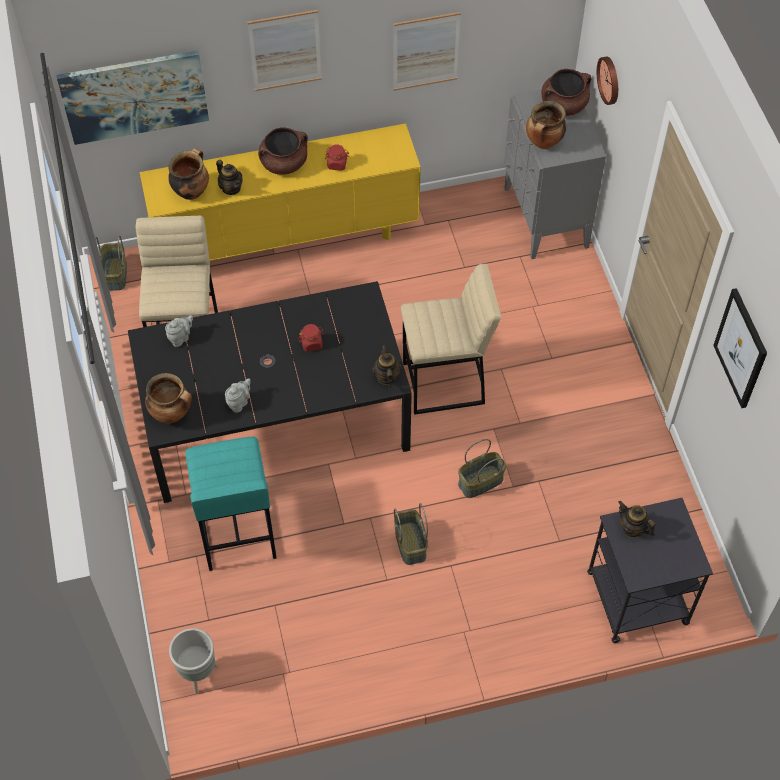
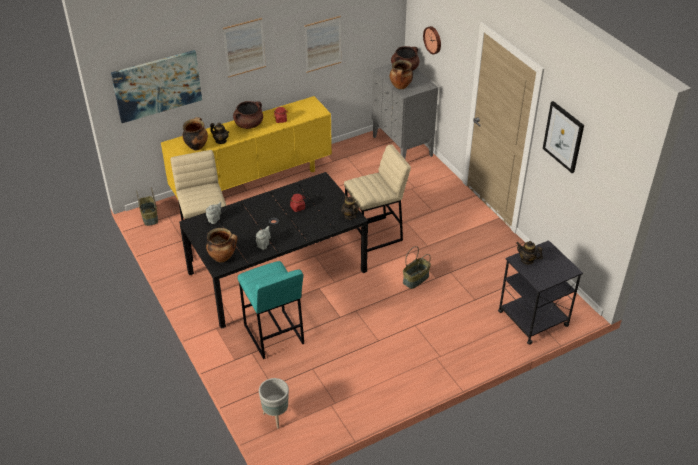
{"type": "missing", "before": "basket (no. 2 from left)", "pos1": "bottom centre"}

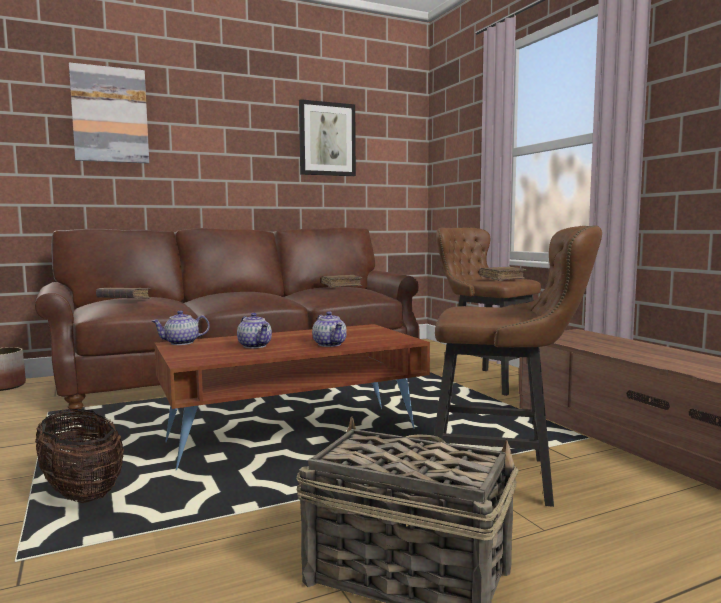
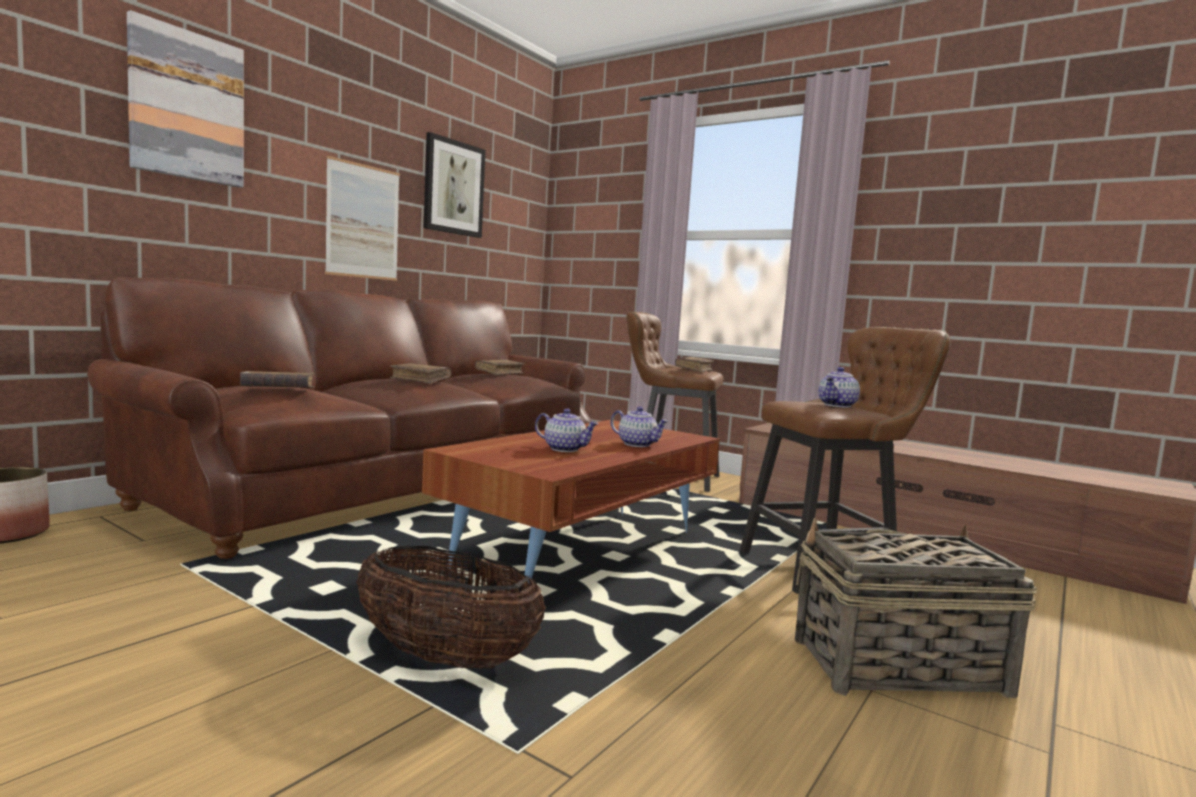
{"type": "appeared", "after": "picture (no. 2 from left)", "pos2": "top left"}
{"type": "appeared", "after": "brown book (no. 2 from left)", "pos2": "centre"}
{"type": "relocated", "before": "teapot (no. 1 from left in the first image)", "after": "teapot (no. 3 from left)", "pos1": "middle left", "pos2": "middle right"}

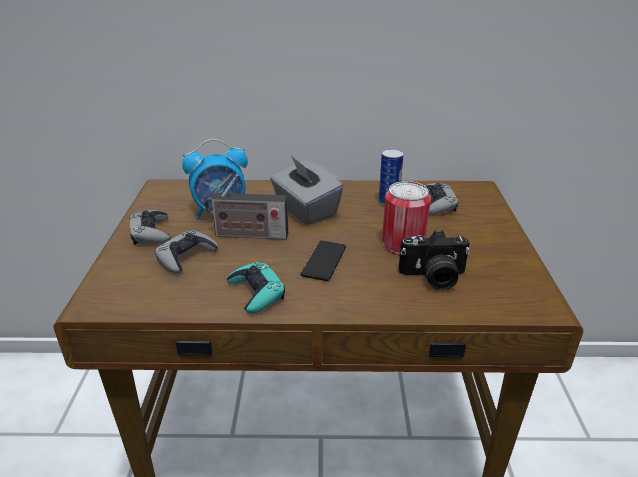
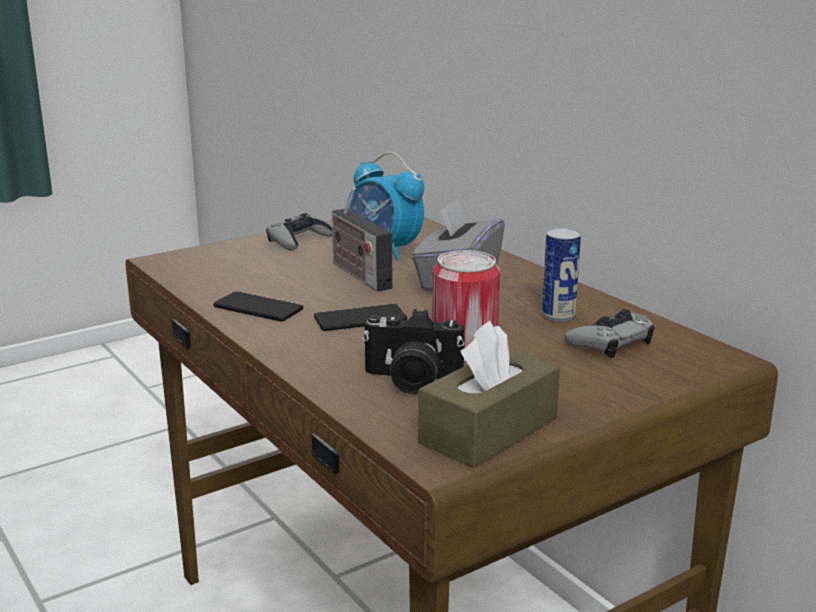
{"type": "exchanged", "before": "turquoise game controller", "after": "phone (no. 1 from left)", "pos1": "centre", "pos2": "middle left"}
{"type": "spun", "before": "photo camera", "pos1": "middle right", "pos2": "centre", "turn": -45}
{"type": "appeared", "after": "brown tissue box", "pos2": "centre"}
{"type": "missing", "before": "grey game controller (no. 2 from left)", "pos1": "middle left"}

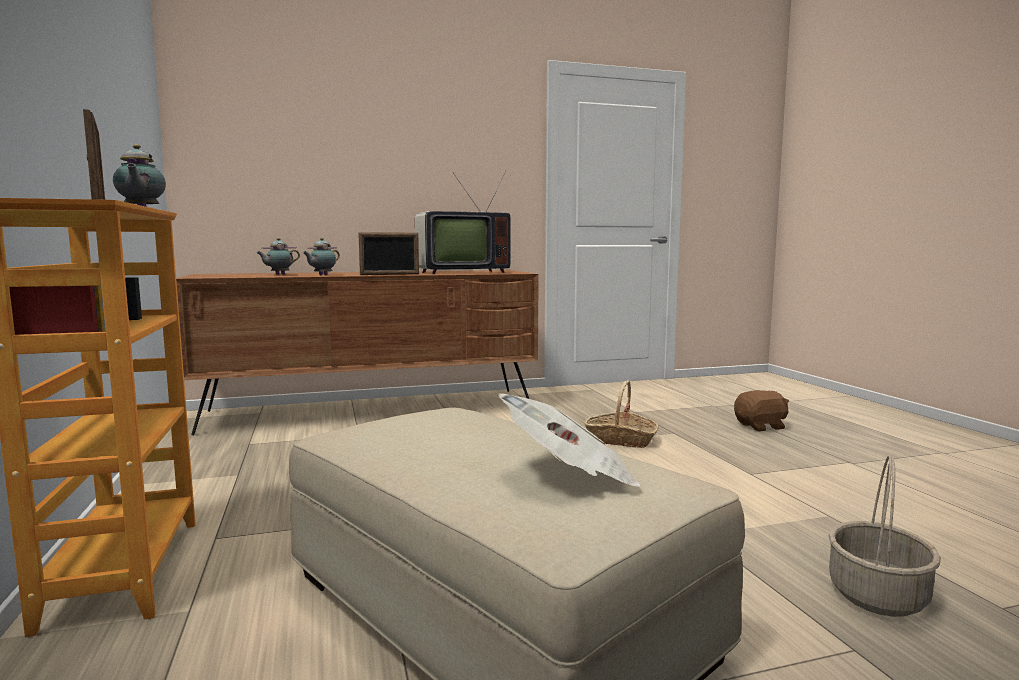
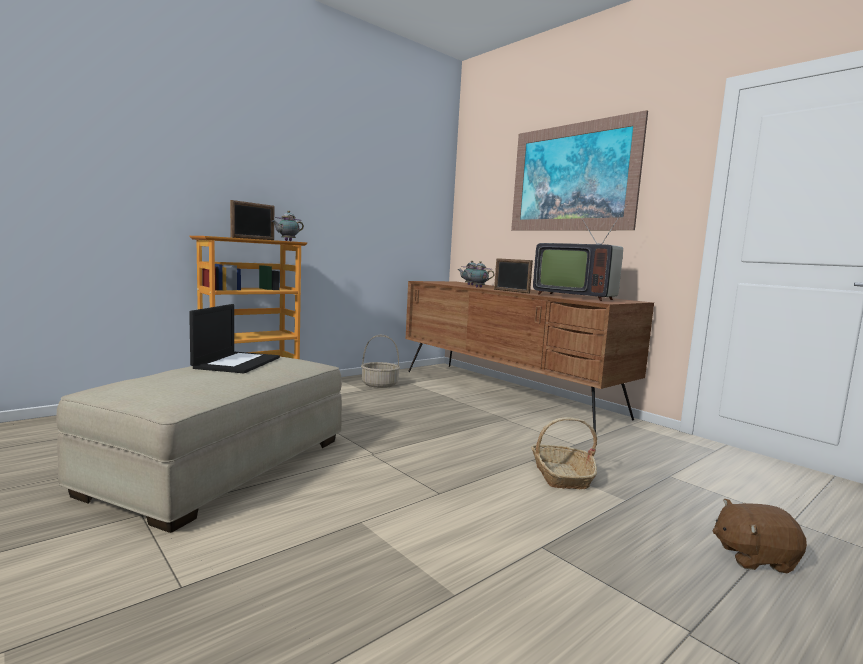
{"type": "appeared", "after": "laptop", "pos2": "middle left"}
{"type": "relocated", "before": "basket (no. 2 from left in the first image)", "after": "basket (no. 1 from left)", "pos1": "bottom right", "pos2": "centre"}
{"type": "appeared", "after": "picture", "pos2": "top right"}
{"type": "spun", "before": "brown plush toy", "pos1": "middle right", "pos2": "bottom right", "turn": 135}
{"type": "missing", "before": "newspaper", "pos1": "centre"}

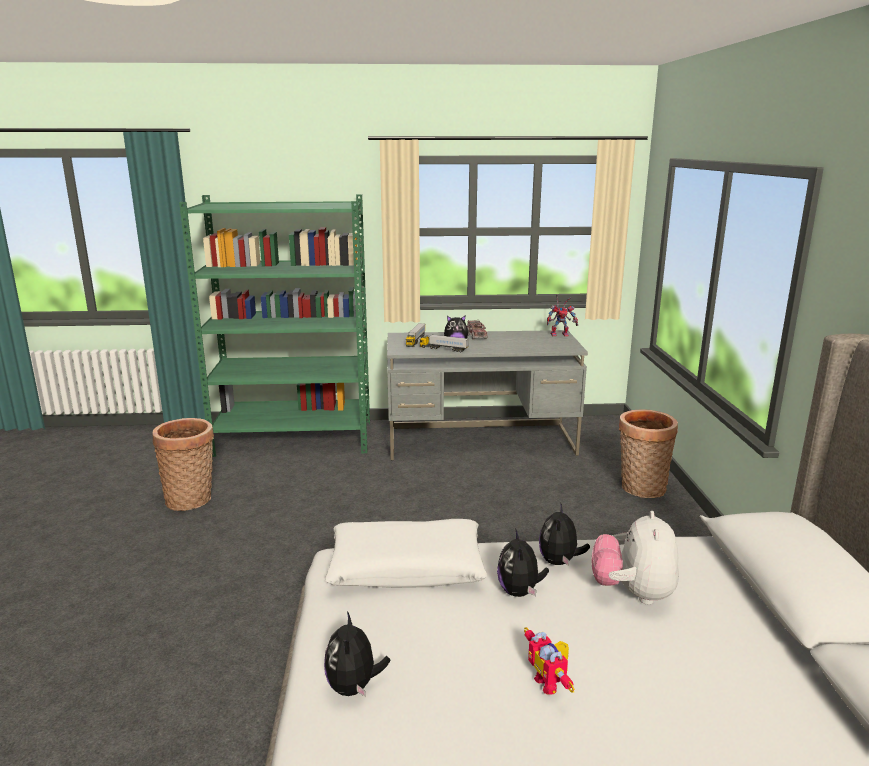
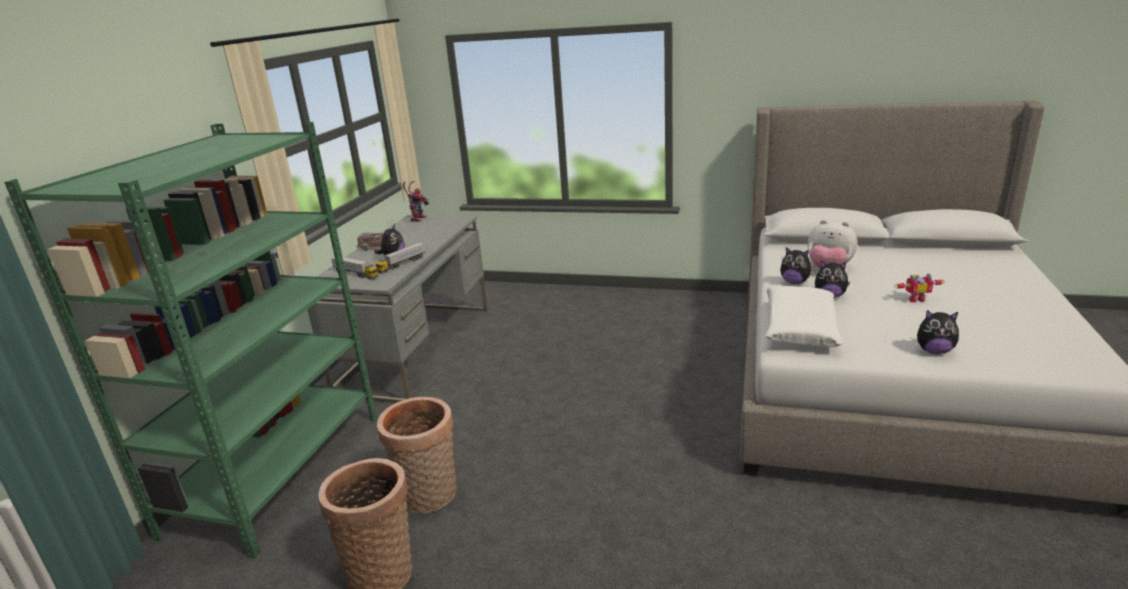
{"type": "relocated", "before": "basket (no. 2 from left)", "pos1": "middle right", "pos2": "bottom centre"}

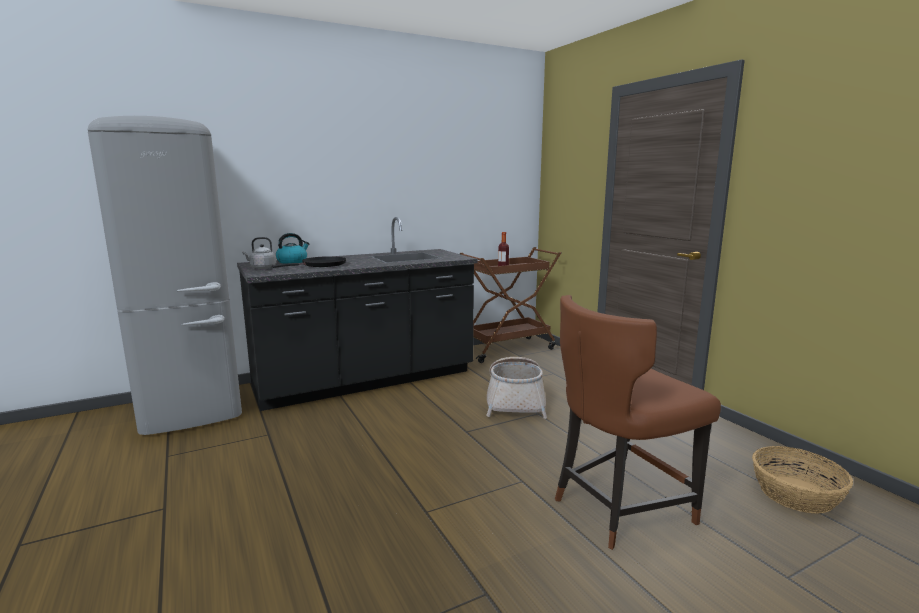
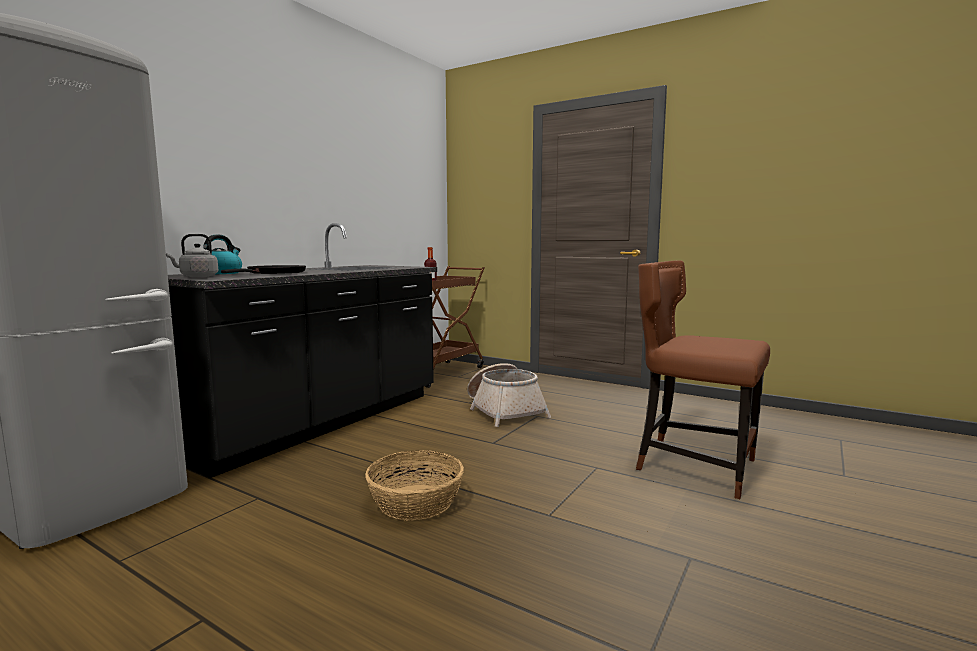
{"type": "relocated", "before": "basket (no. 2 from left in the first image)", "after": "basket (no. 1 from left)", "pos1": "bottom right", "pos2": "bottom centre"}
{"type": "spun", "before": "brown chair", "pos1": "bottom right", "pos2": "middle right", "turn": 90}

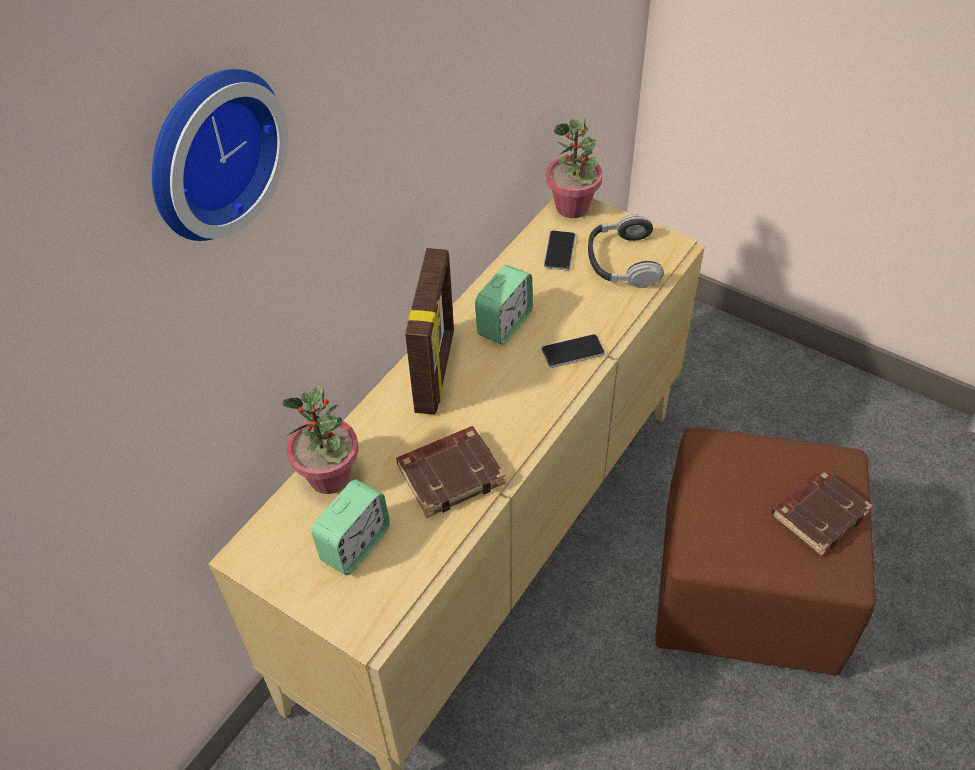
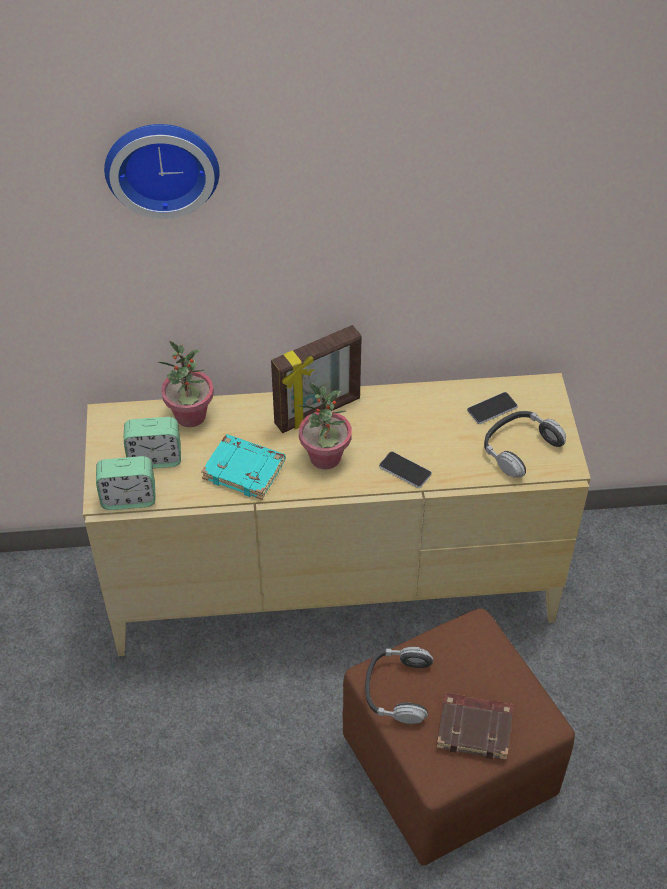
{"type": "relocated", "before": "alarm clock (no. 2 from left in the first image)", "after": "alarm clock (no. 1 from left)", "pos1": "centre", "pos2": "middle left"}
{"type": "colour", "before": "brown book (no. 1 from left)", "after": "turquoise book", "pos1": "centre", "pos2": "centre"}
{"type": "relocated", "before": "potted plant (no. 2 from left)", "pos1": "top centre", "pos2": "centre"}
{"type": "appeared", "after": "headphones (no. 1 from left)", "pos2": "bottom centre"}

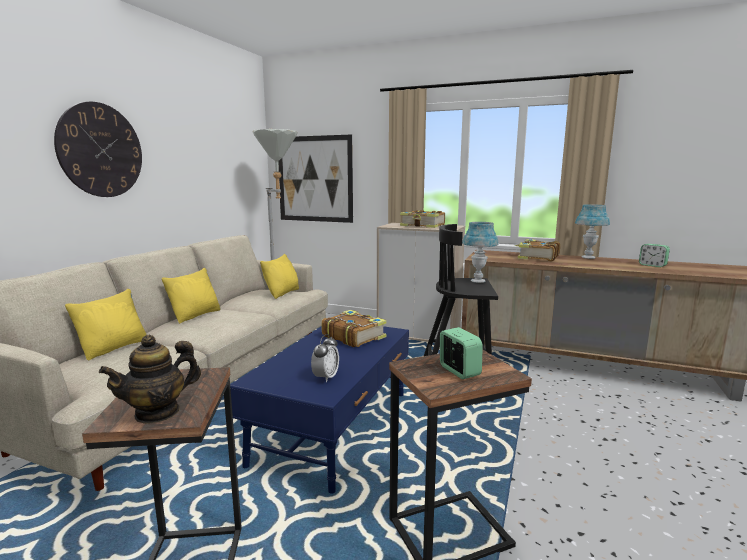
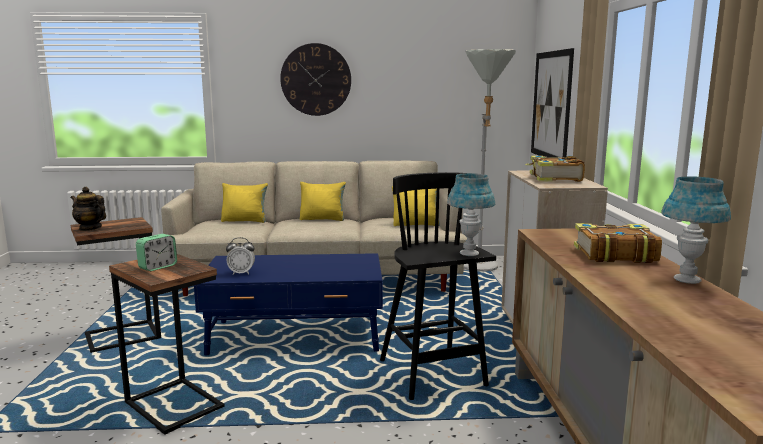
{"type": "missing", "before": "book (no. 1 from left)", "pos1": "centre"}
{"type": "missing", "before": "alarm clock (no. 3 from left)", "pos1": "middle right"}

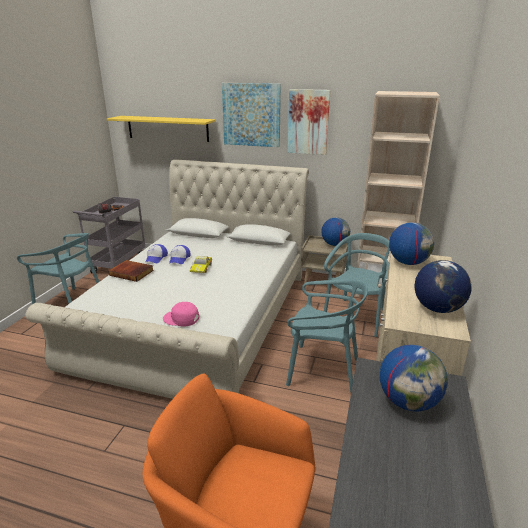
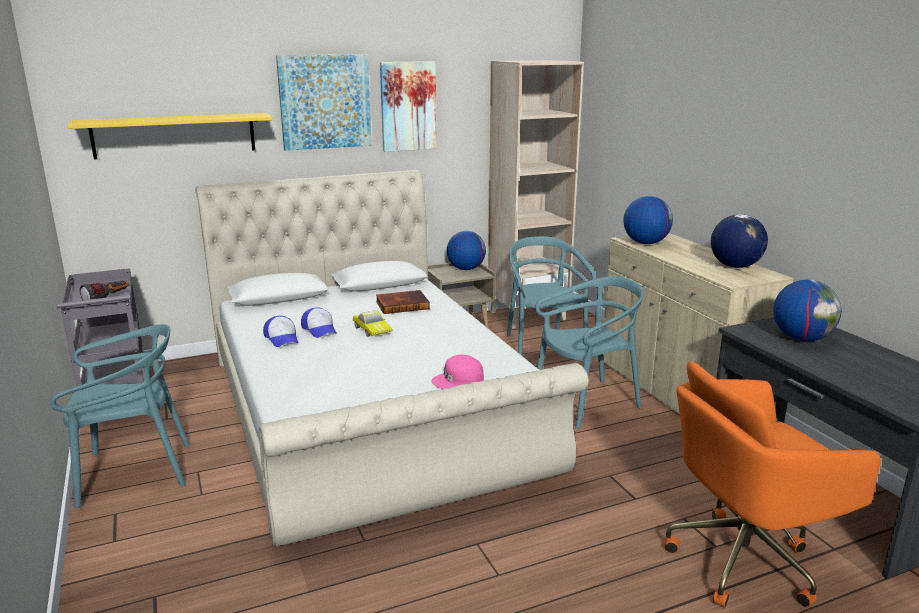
{"type": "relocated", "before": "book", "pos1": "middle left", "pos2": "centre"}

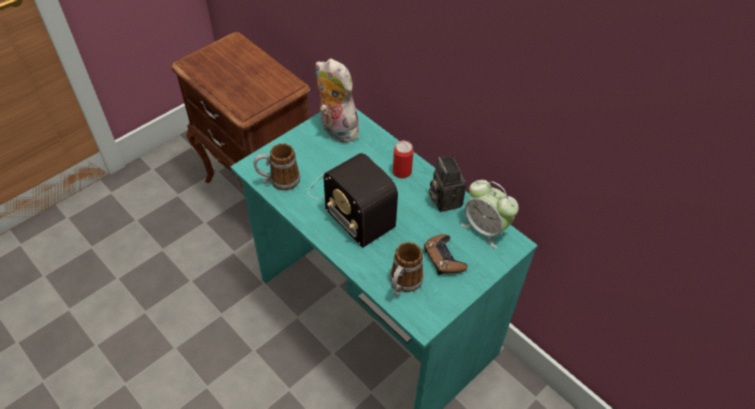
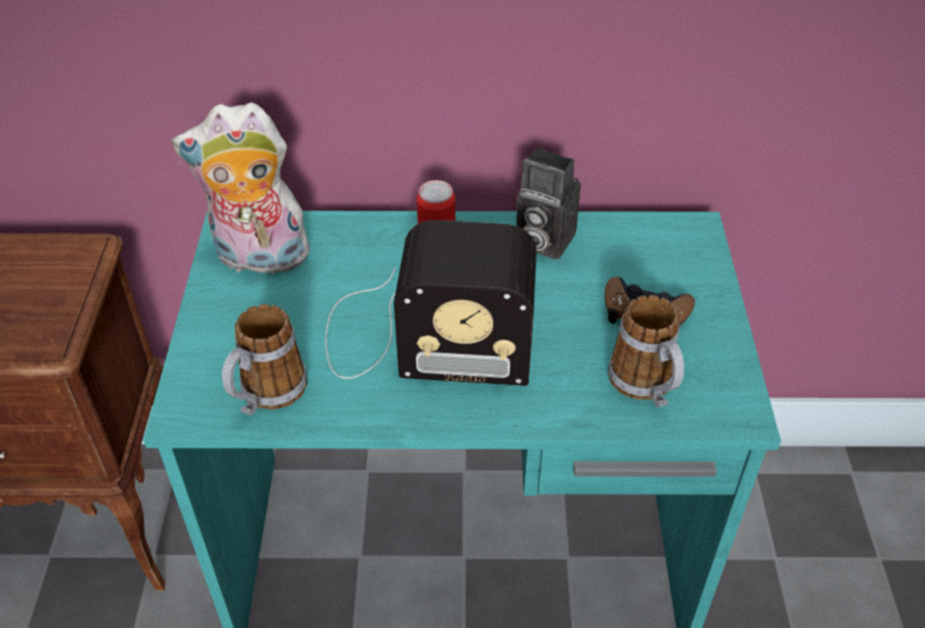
{"type": "missing", "before": "alarm clock", "pos1": "centre"}

